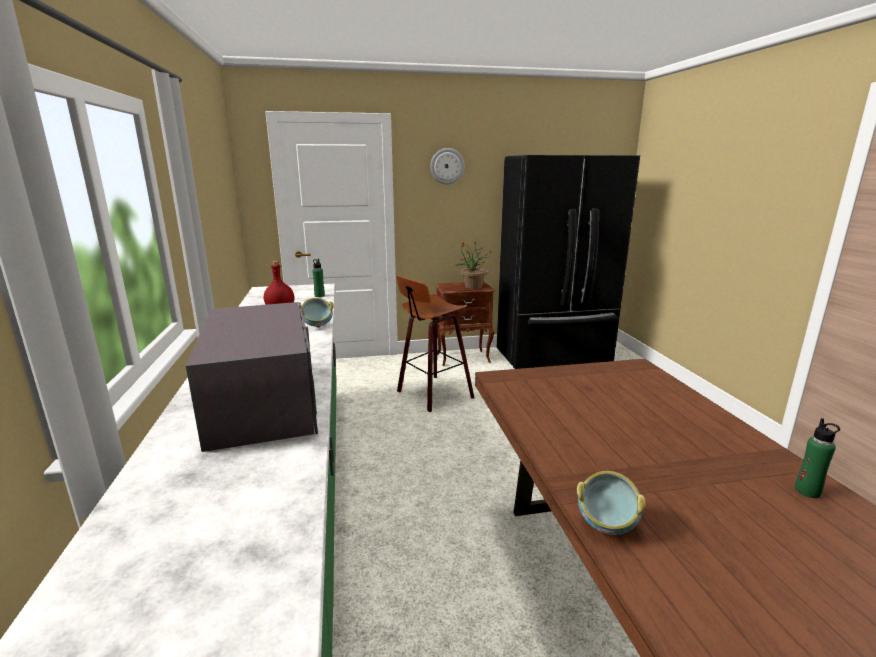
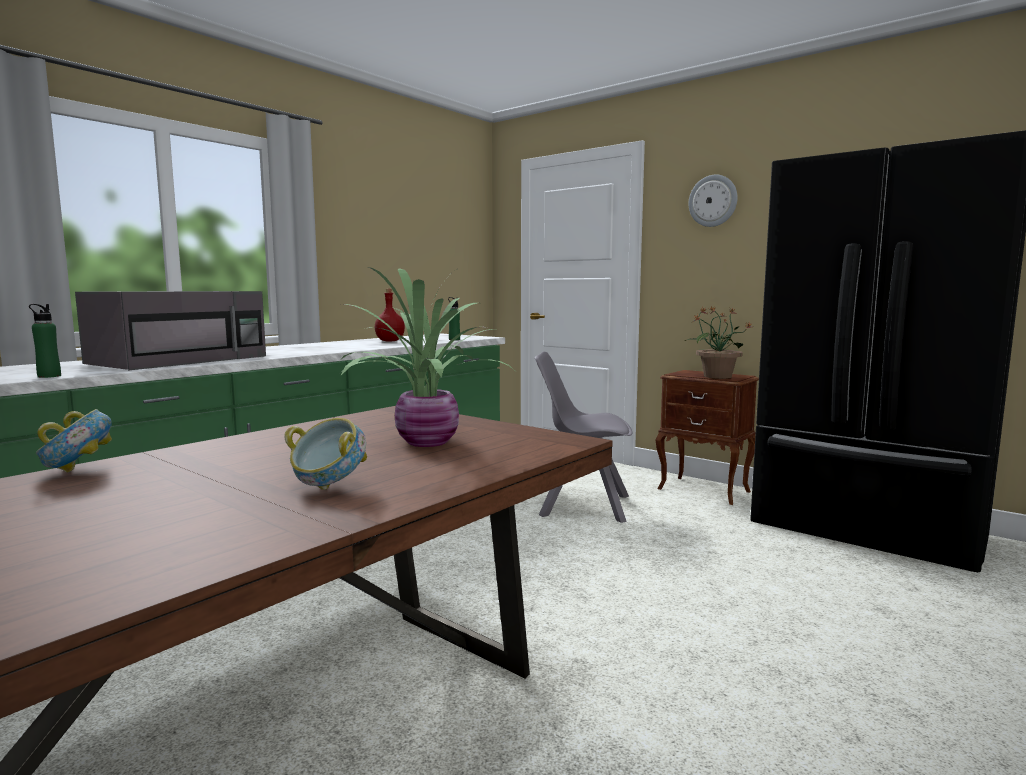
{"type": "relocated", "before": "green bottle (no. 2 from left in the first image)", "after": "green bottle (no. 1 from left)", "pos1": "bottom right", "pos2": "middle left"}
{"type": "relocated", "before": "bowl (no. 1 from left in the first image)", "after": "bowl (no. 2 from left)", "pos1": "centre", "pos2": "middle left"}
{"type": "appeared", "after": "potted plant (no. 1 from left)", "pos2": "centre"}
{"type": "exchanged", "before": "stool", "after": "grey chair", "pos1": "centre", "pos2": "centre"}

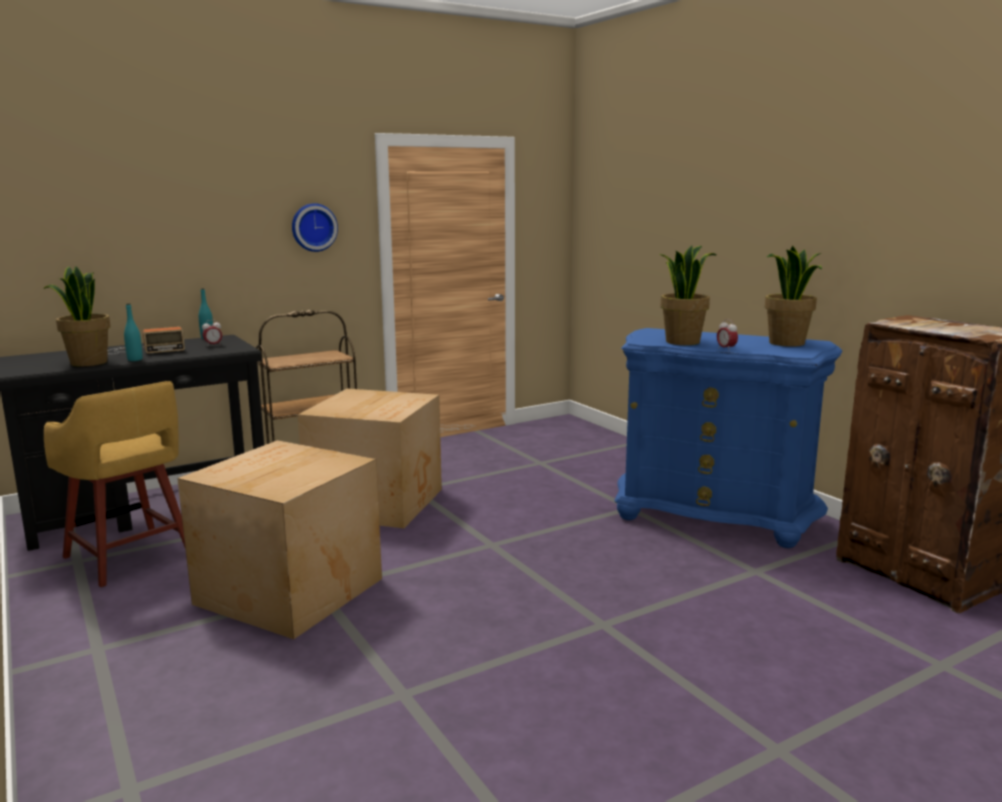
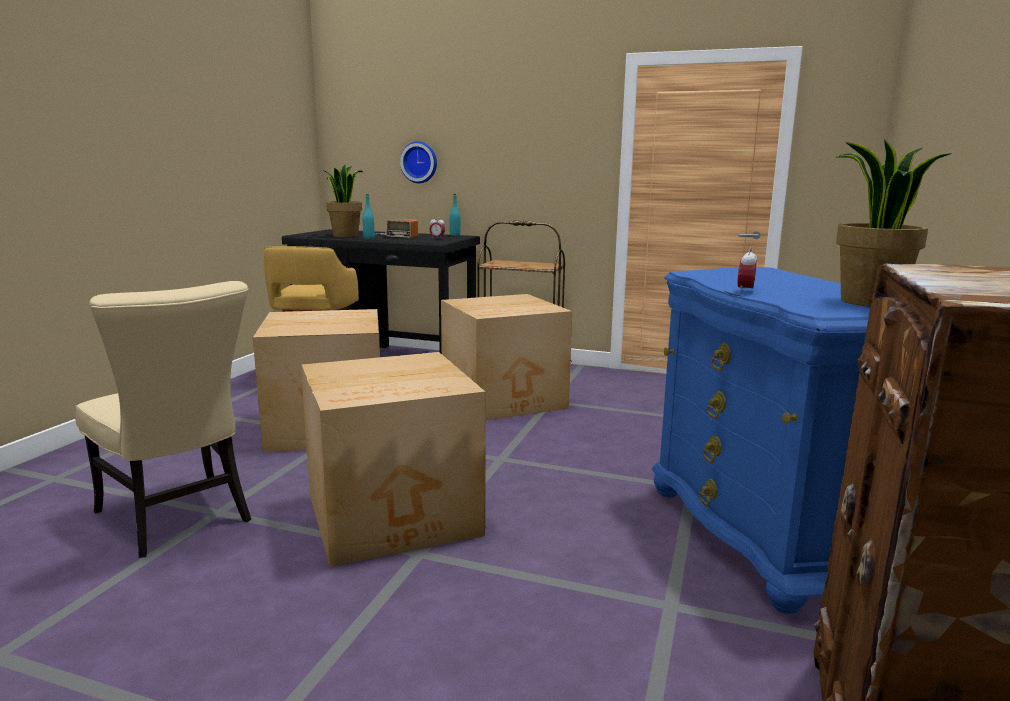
{"type": "appeared", "after": "beige chair", "pos2": "middle left"}
{"type": "appeared", "after": "cardboard box (no. 2 from left)", "pos2": "centre"}
{"type": "relocated", "before": "wall clock", "pos1": "top left", "pos2": "top centre"}
{"type": "missing", "before": "potted plant (no. 2 from left)", "pos1": "middle right"}

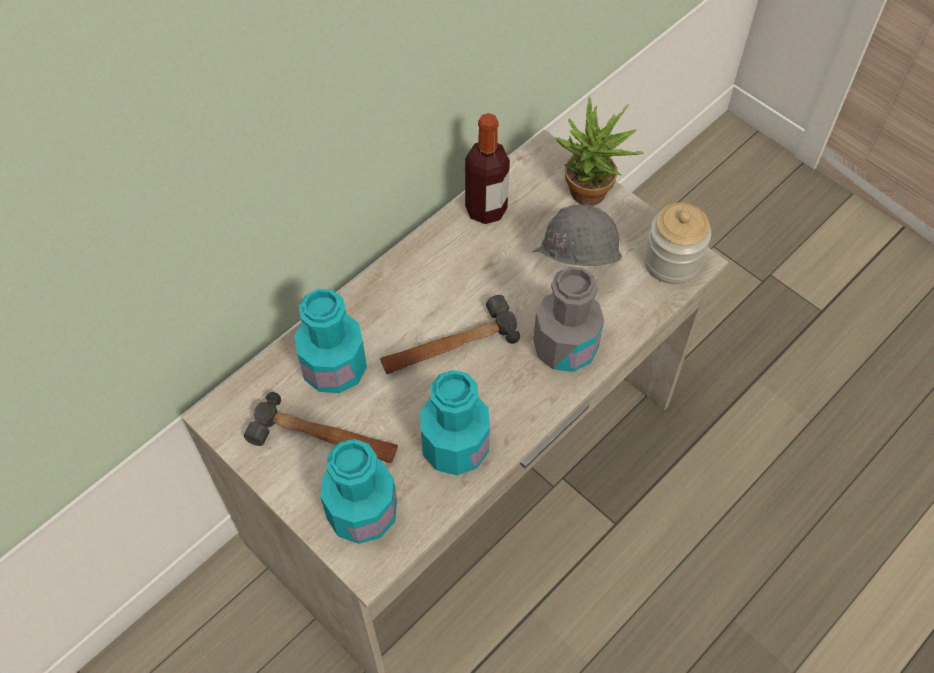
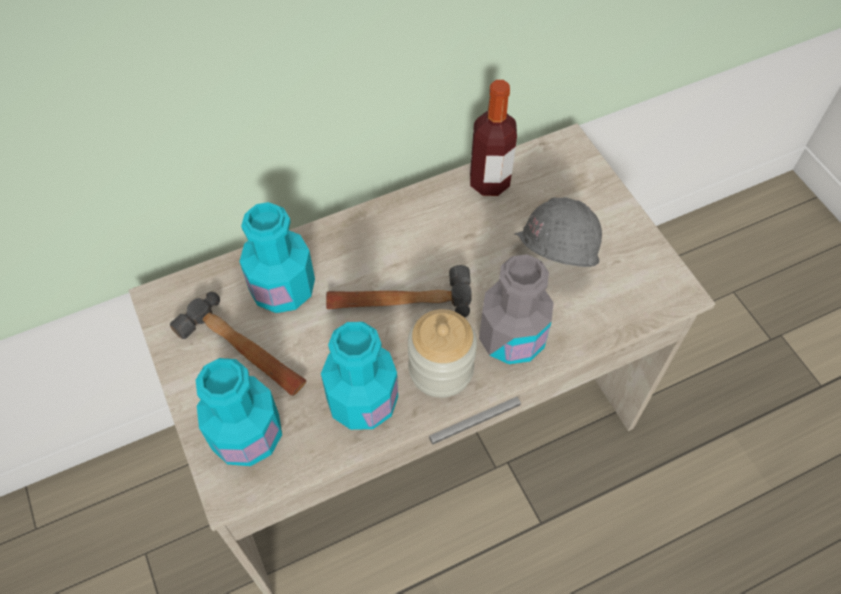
{"type": "relocated", "before": "jar", "pos1": "middle right", "pos2": "centre"}
{"type": "missing", "before": "potted plant", "pos1": "top centre"}

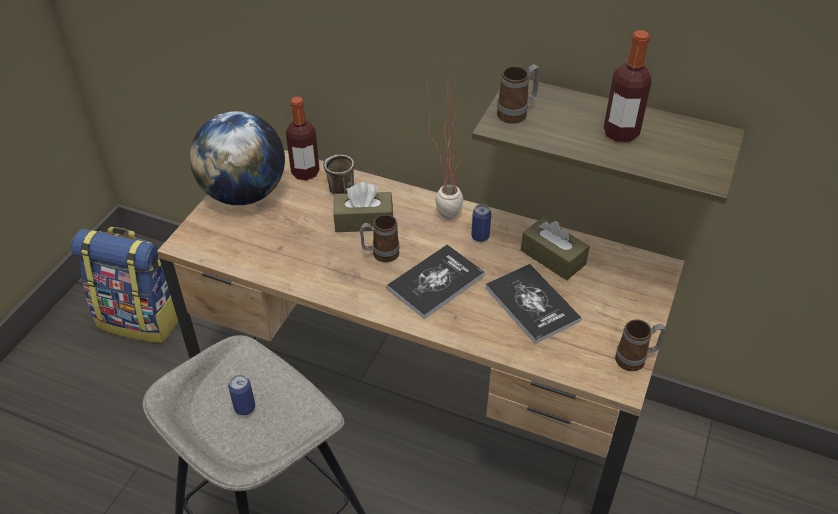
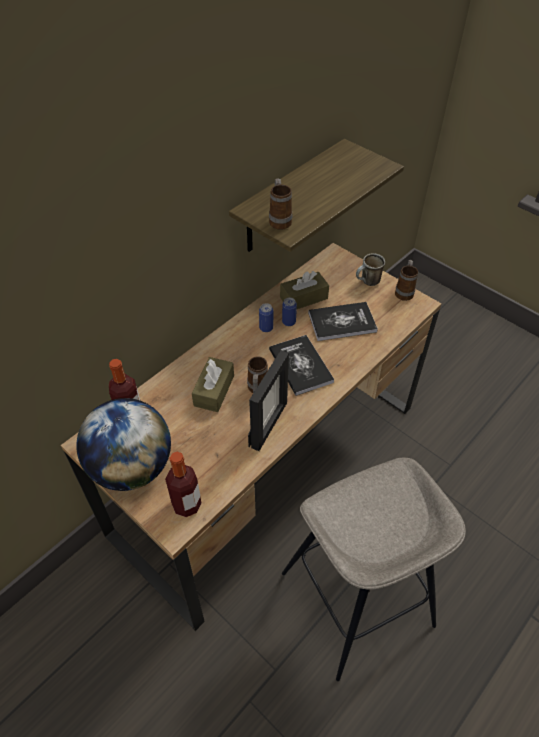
{"type": "relocated", "before": "bottle (no. 2 from left)", "pos1": "top right", "pos2": "centre"}
{"type": "appeared", "after": "picture frame", "pos2": "centre"}
{"type": "relocated", "before": "can (no. 1 from left in the first image)", "after": "can (no. 2 from left)", "pos1": "bottom left", "pos2": "centre"}
{"type": "relocated", "before": "mug (no. 1 from left in the first image)", "after": "mug (no. 3 from left)", "pos1": "centre", "pos2": "middle right"}
{"type": "missing", "before": "backpack", "pos1": "middle left"}
{"type": "missing", "before": "potted plant", "pos1": "top centre"}

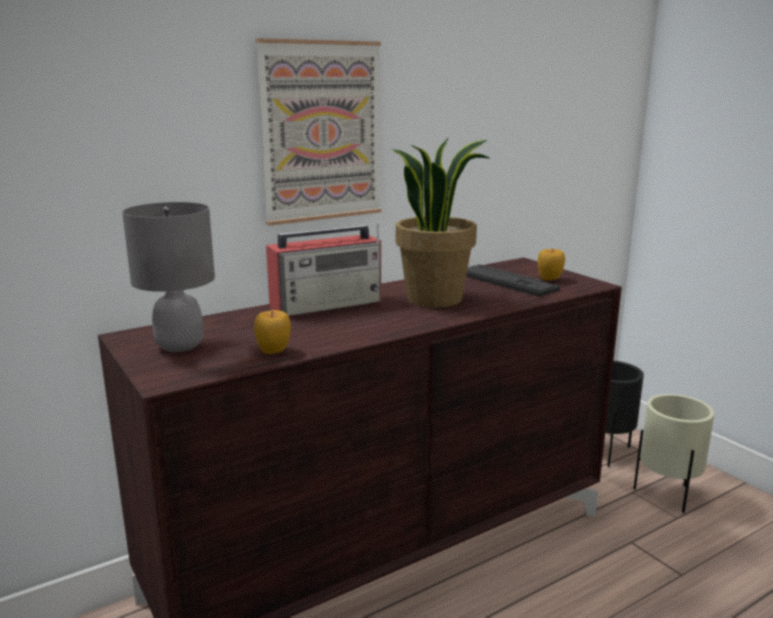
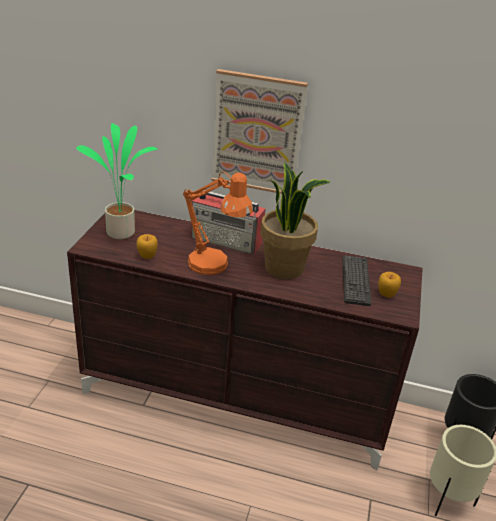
{"type": "exchanged", "before": "grey table lamp", "after": "potted plant (no. 1 from left)", "pos1": "middle left", "pos2": "middle left"}
{"type": "appeared", "after": "orange table lamp", "pos2": "centre"}

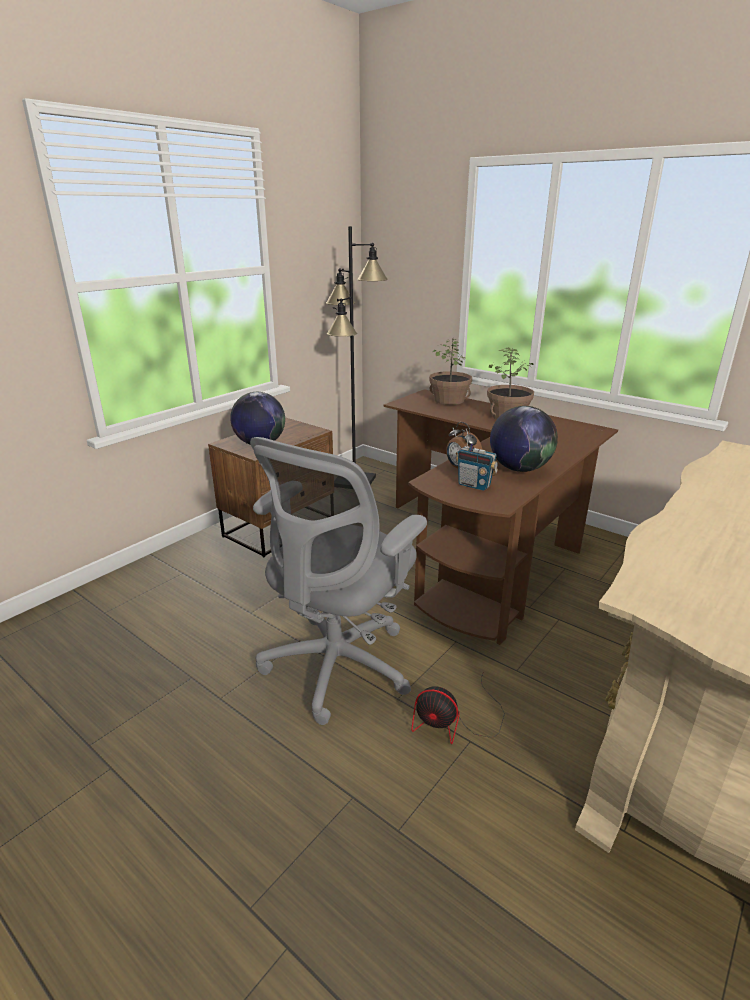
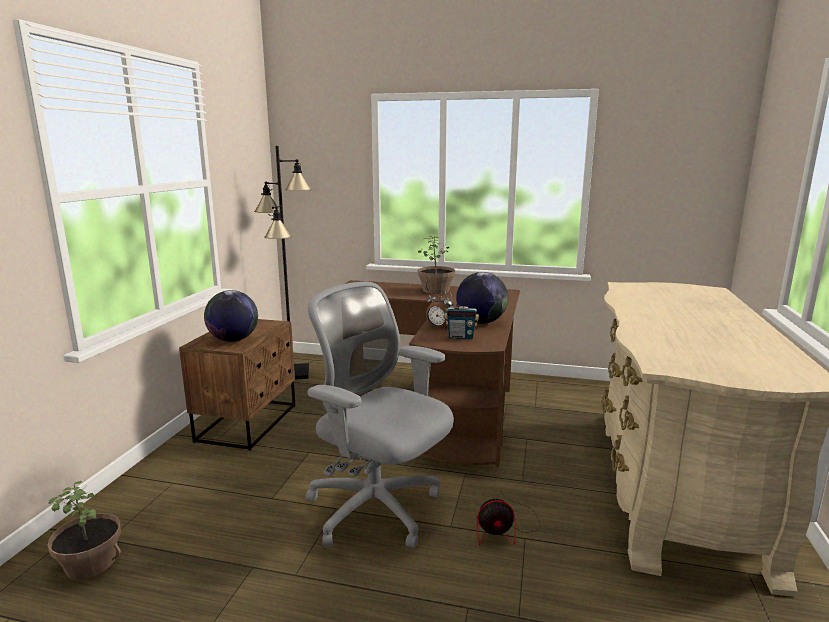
{"type": "relocated", "before": "potted plant (no. 1 from left)", "pos1": "centre", "pos2": "bottom left"}
{"type": "spun", "before": "grey office chair", "pos1": "centre", "pos2": "bottom centre", "turn": 120}

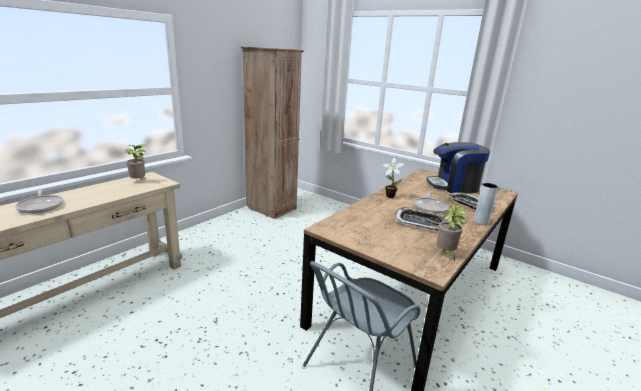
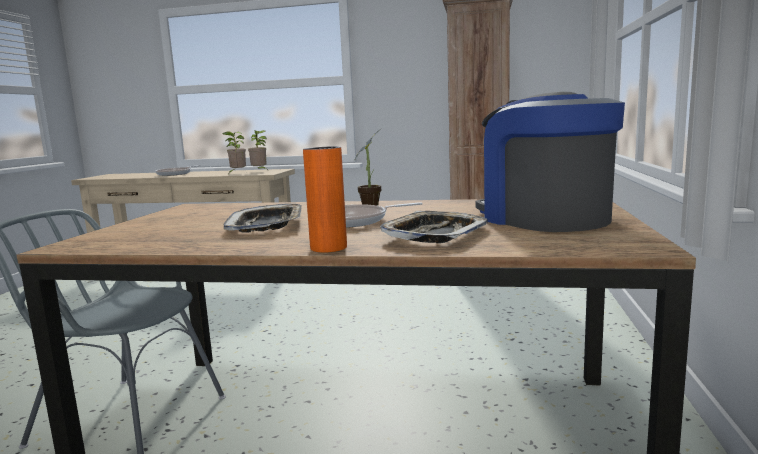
{"type": "relocated", "before": "potted plant (no. 3 from left in the first image)", "after": "potted plant (no. 1 from left)", "pos1": "middle right", "pos2": "middle left"}
{"type": "colour", "before": "grey vase", "after": "orange vase", "pos1": "middle right", "pos2": "centre"}

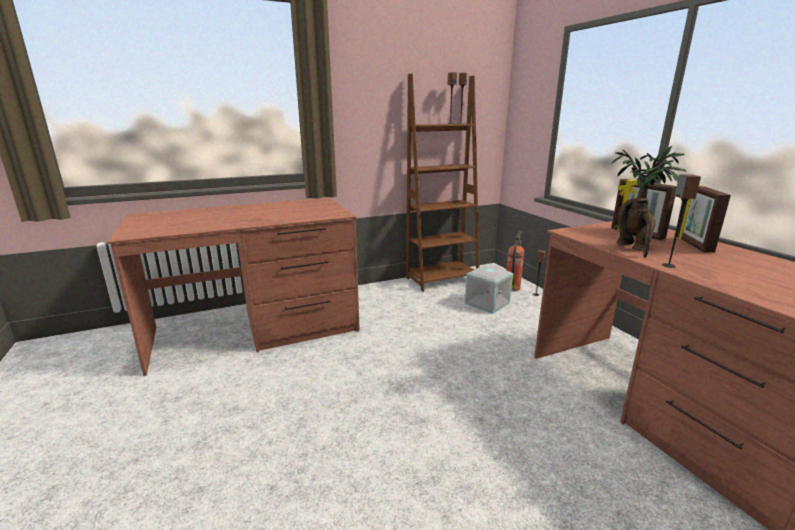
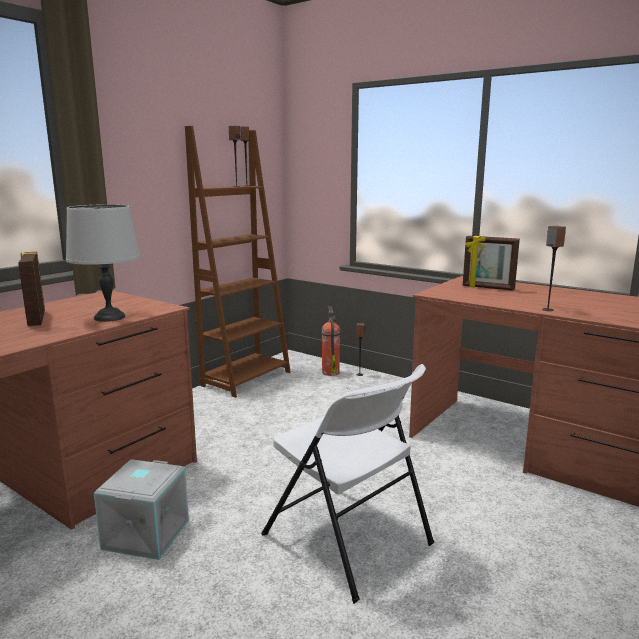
{"type": "relocated", "before": "picture frame (no. 2 from left in the first image)", "after": "picture frame (no. 1 from left)", "pos1": "middle right", "pos2": "middle left"}
{"type": "appeared", "after": "grey table lamp", "pos2": "middle left"}
{"type": "relocated", "before": "grey storage box", "pos1": "centre", "pos2": "bottom left"}
{"type": "appeared", "after": "white chair", "pos2": "bottom centre"}
{"type": "missing", "before": "potted plant", "pos1": "middle right"}

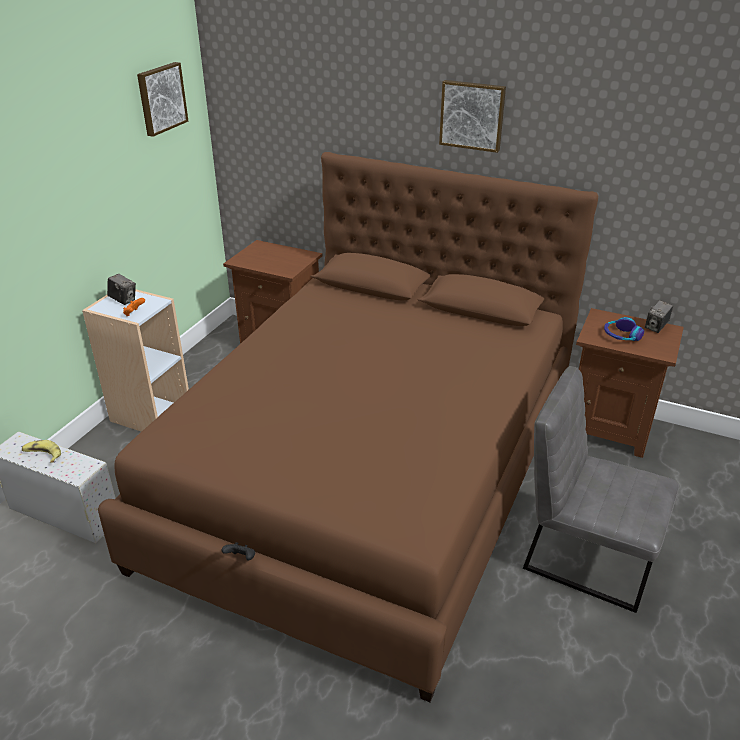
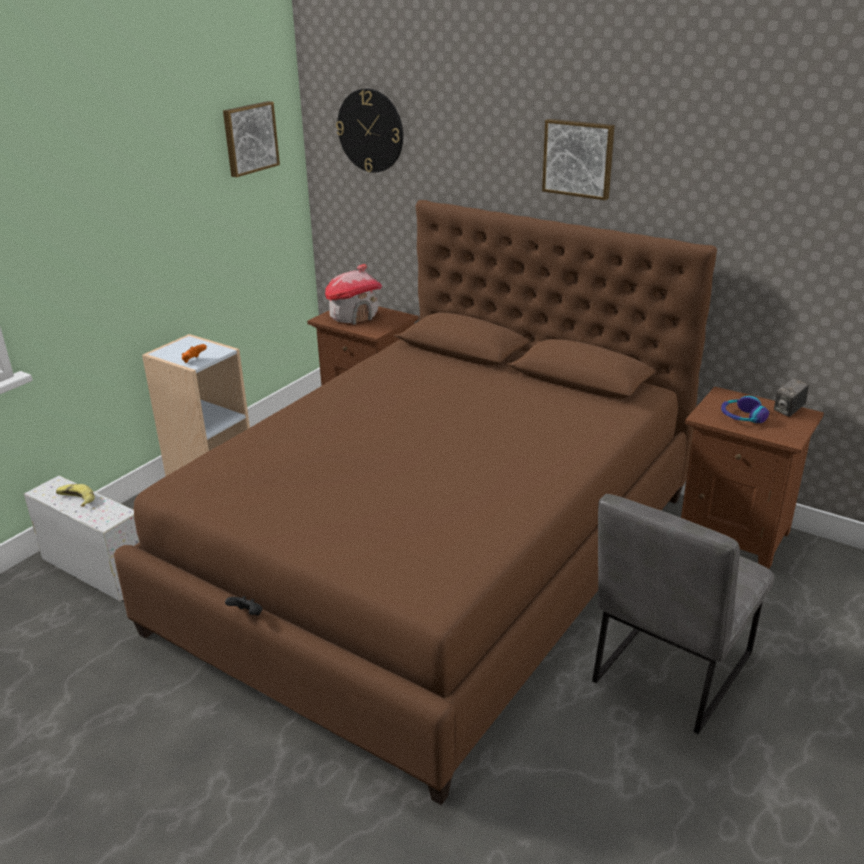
{"type": "appeared", "after": "toy house", "pos2": "centre"}
{"type": "appeared", "after": "wall clock", "pos2": "top centre"}
{"type": "spun", "before": "grey chair", "pos1": "middle right", "pos2": "bottom right", "turn": -90}
{"type": "missing", "before": "photo camera (no. 1 from left)", "pos1": "middle left"}

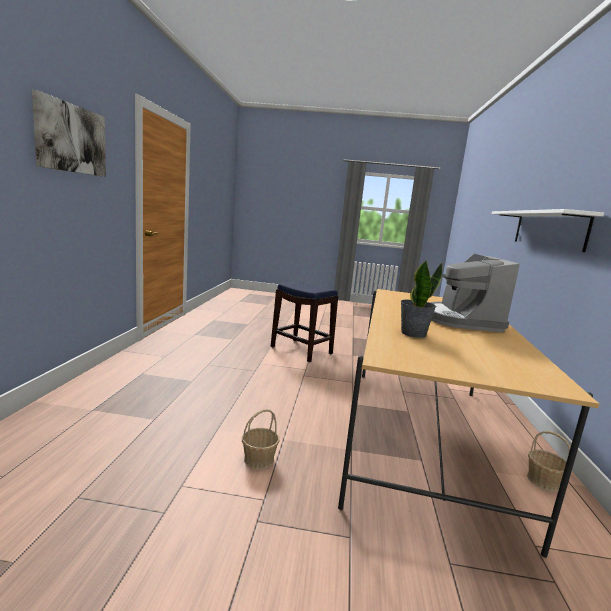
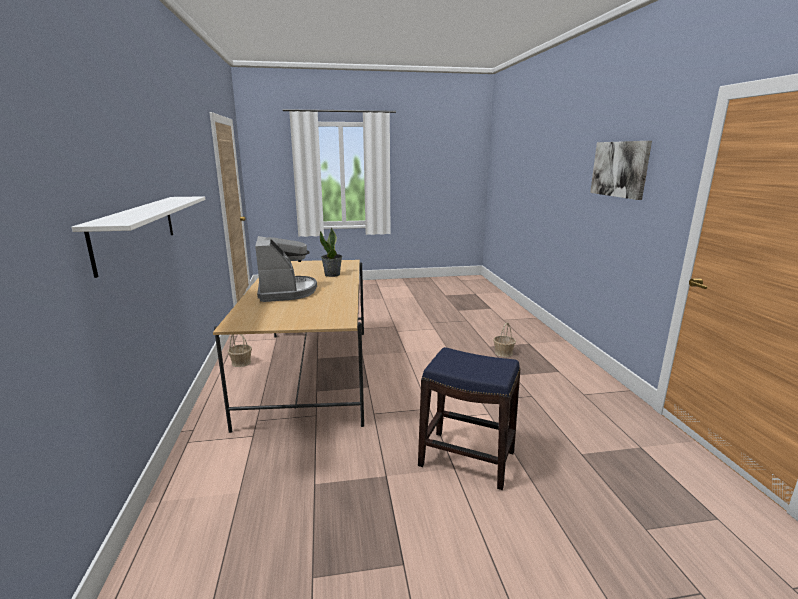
{"type": "relocated", "before": "basket (no. 1 from left in the first image)", "after": "basket (no. 2 from left)", "pos1": "bottom centre", "pos2": "centre"}

